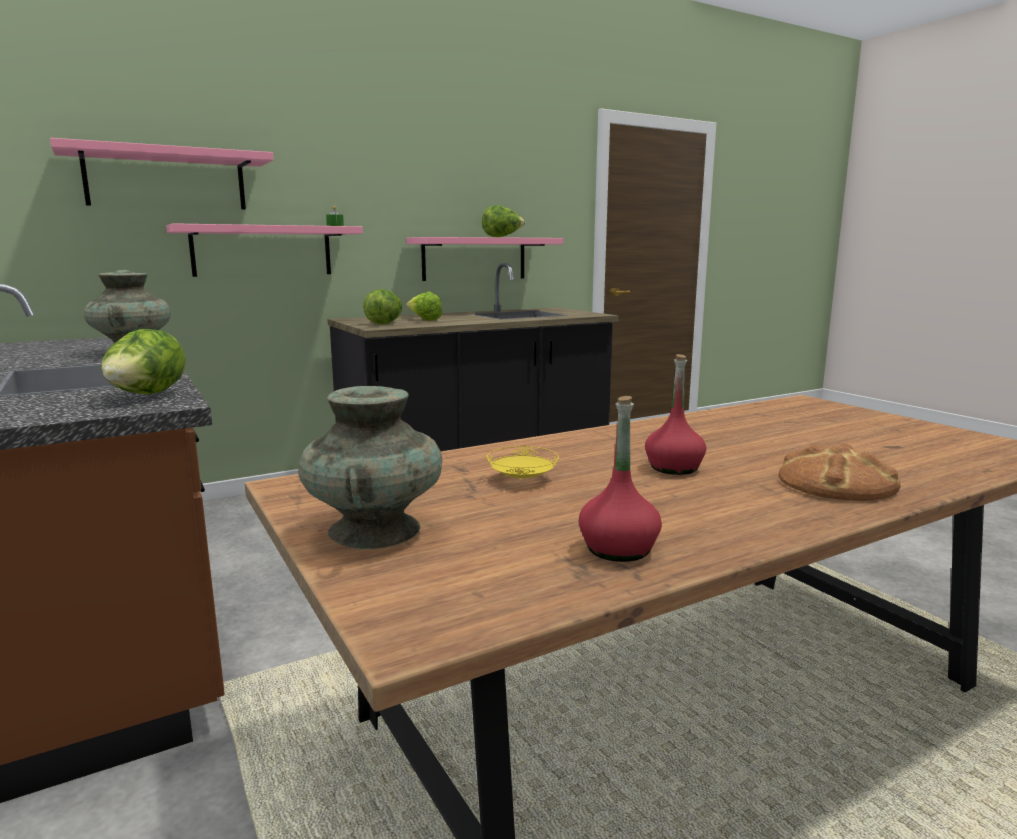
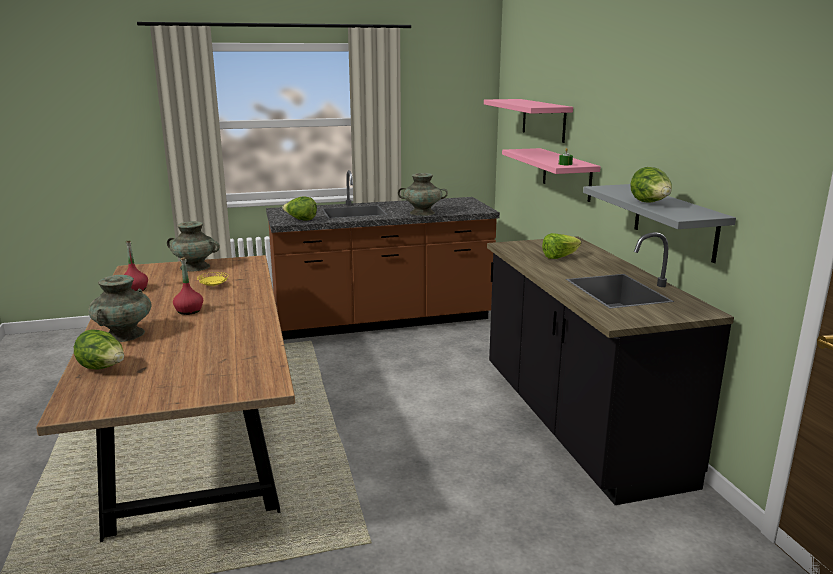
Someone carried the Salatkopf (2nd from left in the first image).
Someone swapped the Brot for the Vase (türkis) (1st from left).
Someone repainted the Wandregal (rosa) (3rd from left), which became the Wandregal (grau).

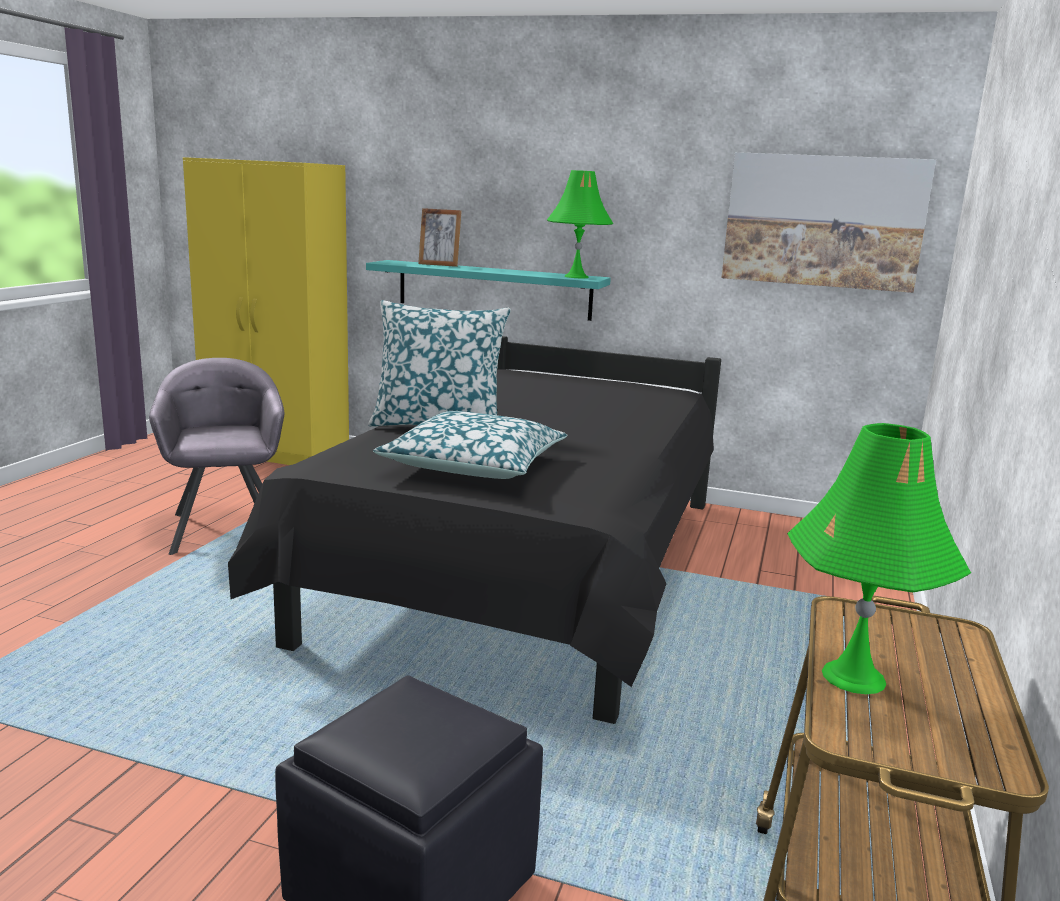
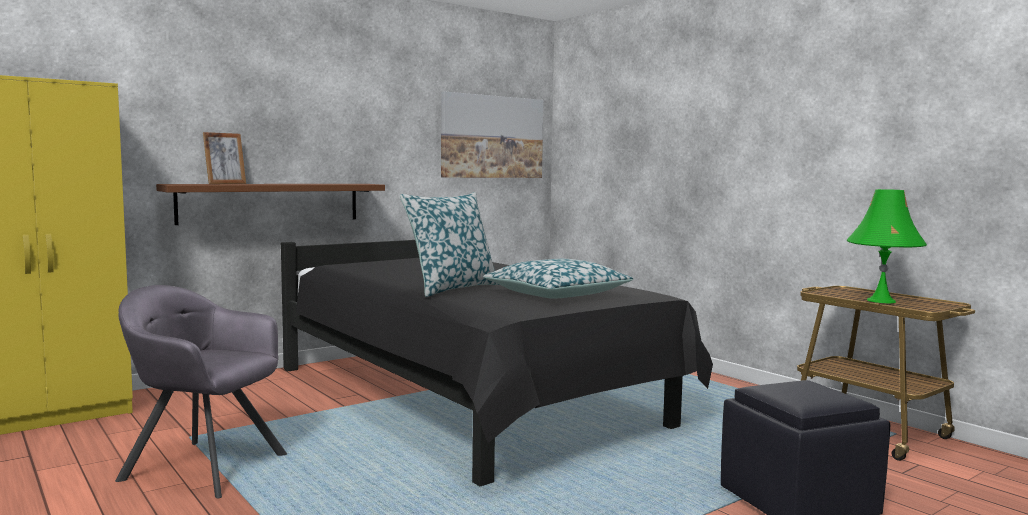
Someone took away the Tischlampe (grün) (1st from left).
Someone repainted the Wandregal (türkis), which became the Wandregal (braun).

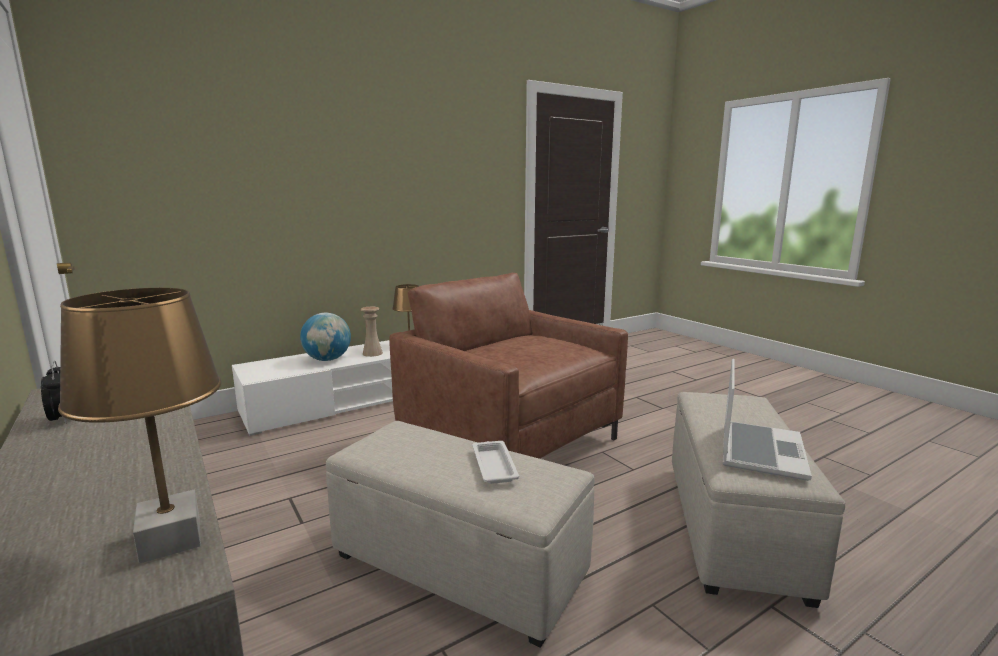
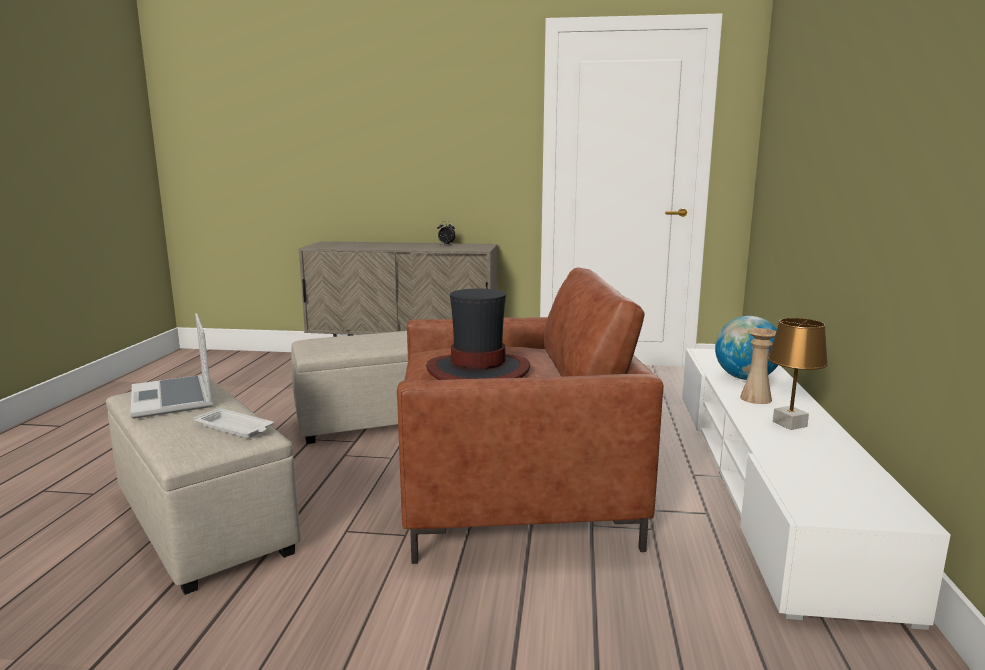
Someone took away the Tischlampe (braun) (1st from left).
Someone put down the Hut.
Someone carried the Tablett (weiß).

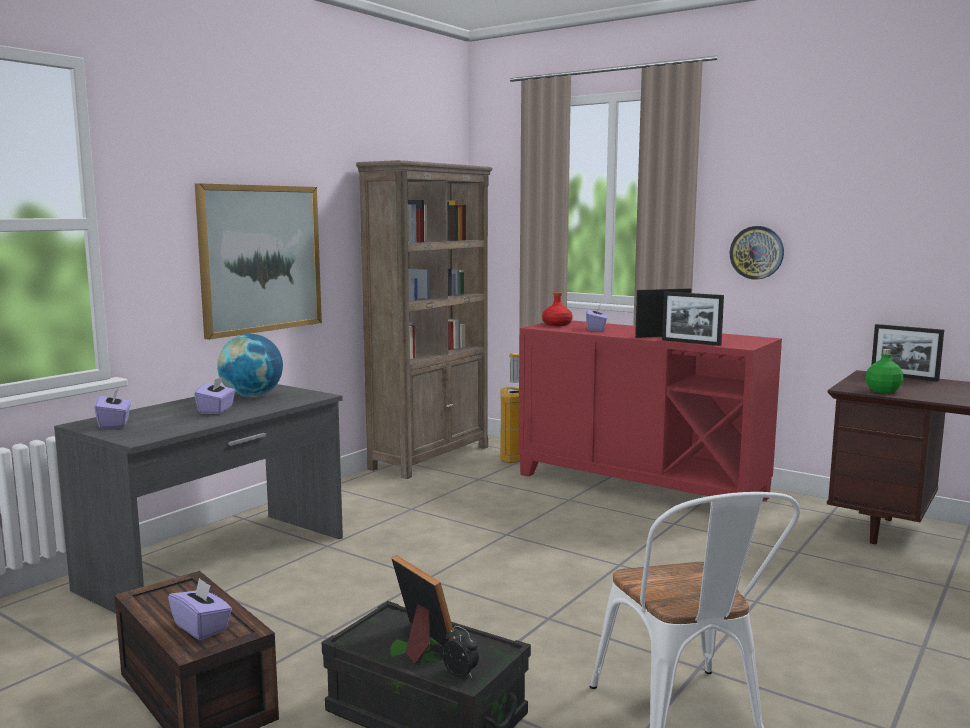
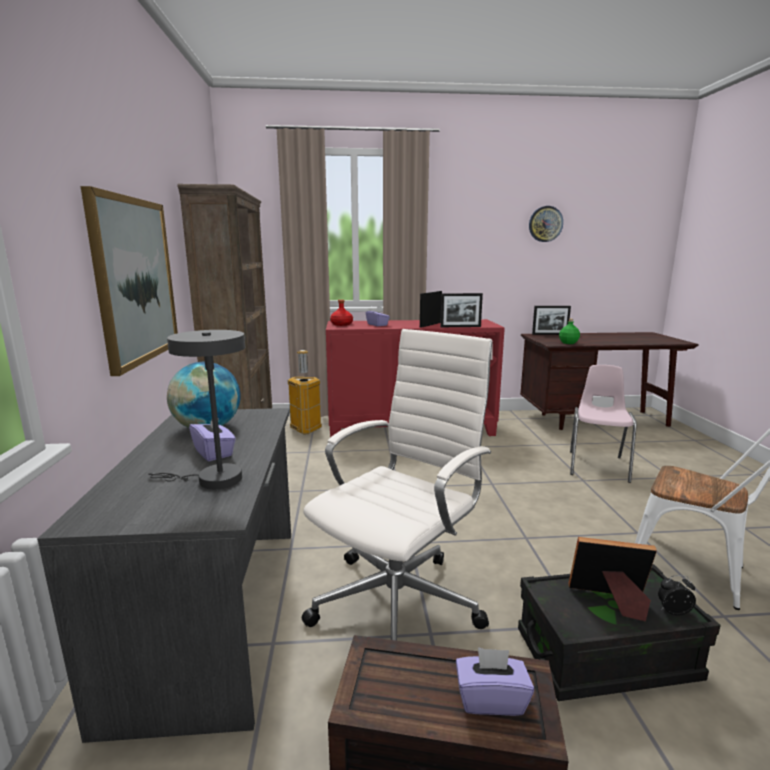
Someone took away the Taschentuchbox (lila) (1st from left).
Someone put down the Tischlampe (grau).
Someone put down the Bürostuhl (weiß).
Someone put down the Stuhl (rosa).
Someone carried the Wanduhr.

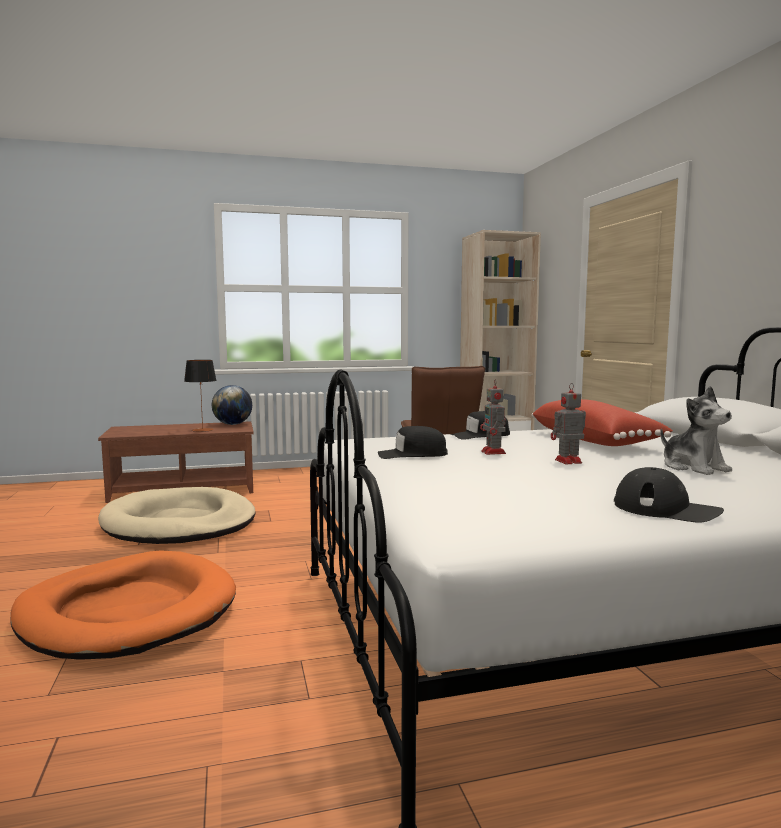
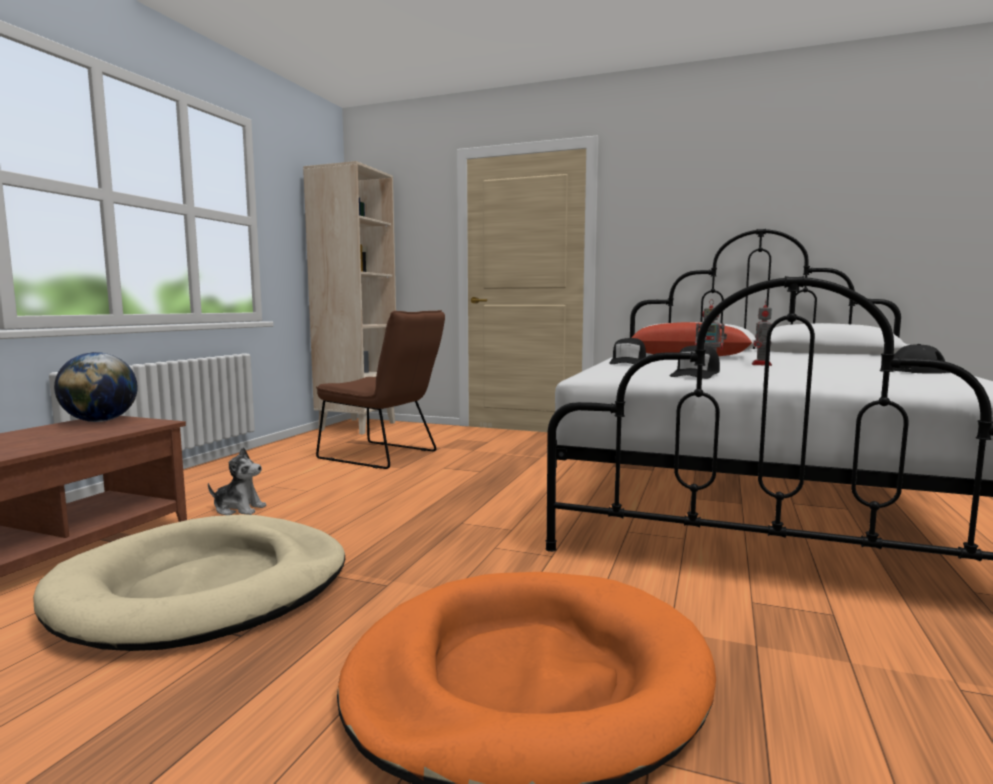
Someone took away the Tischlampe.
Someone carried the Plüschtier.

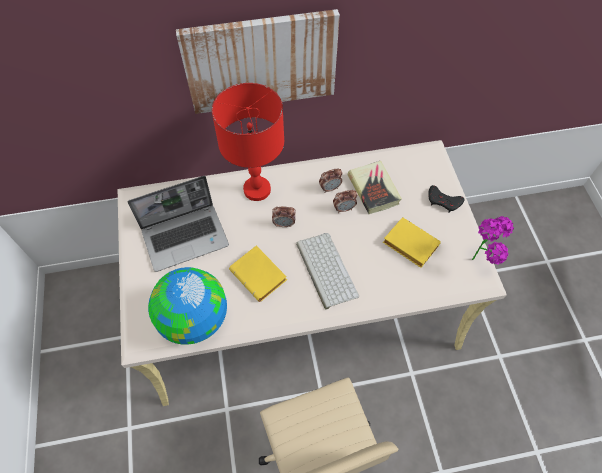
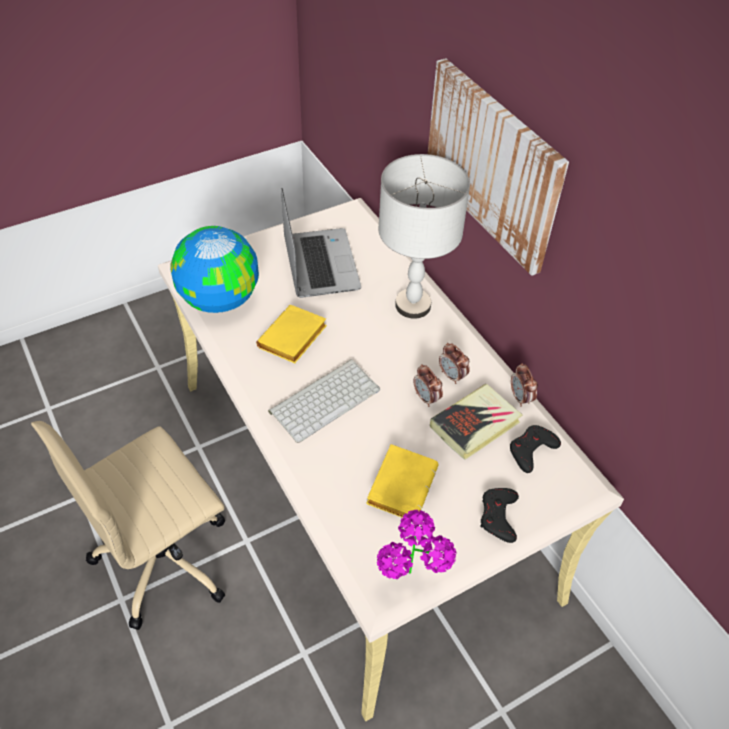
Someone put down the Gamepad (schwarz) (2nd from left).
Someone carried the Wecker (1st from left in the first image).
Someone repainted the Tischlampe (rot), which became the Tischlampe (grau).
Someone rotated the Laptop by 150 degrees counterclockwise.

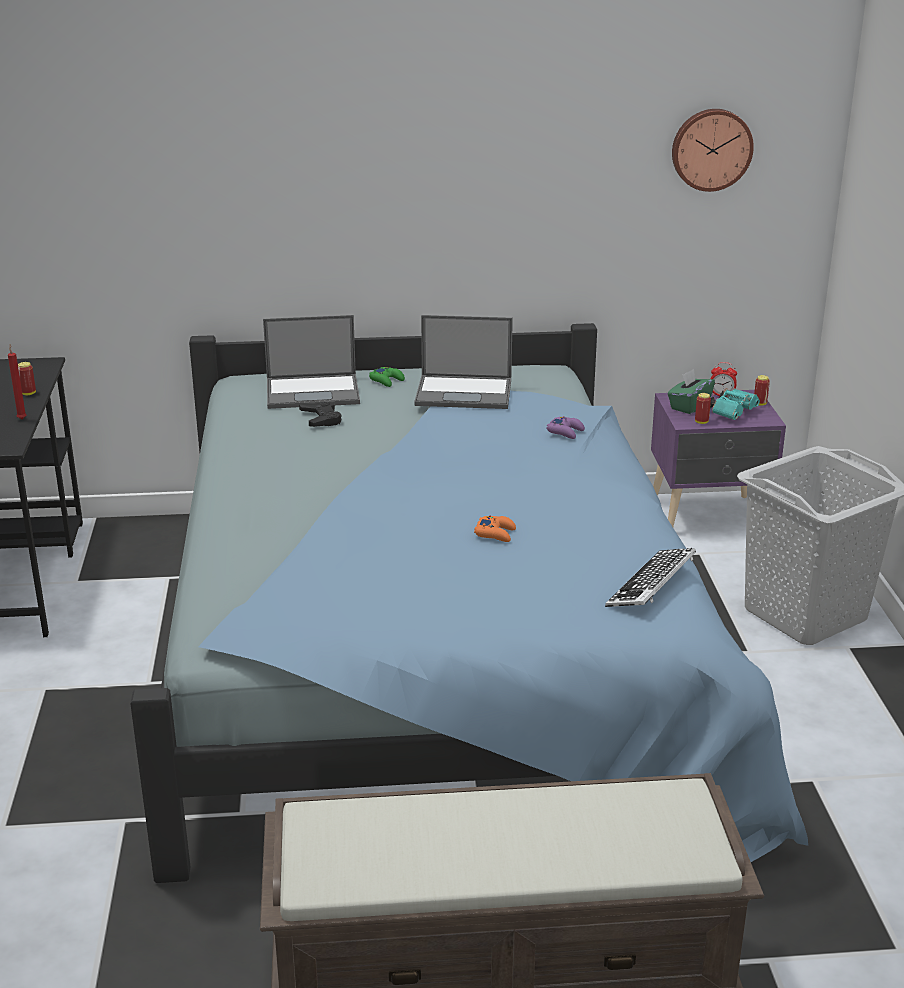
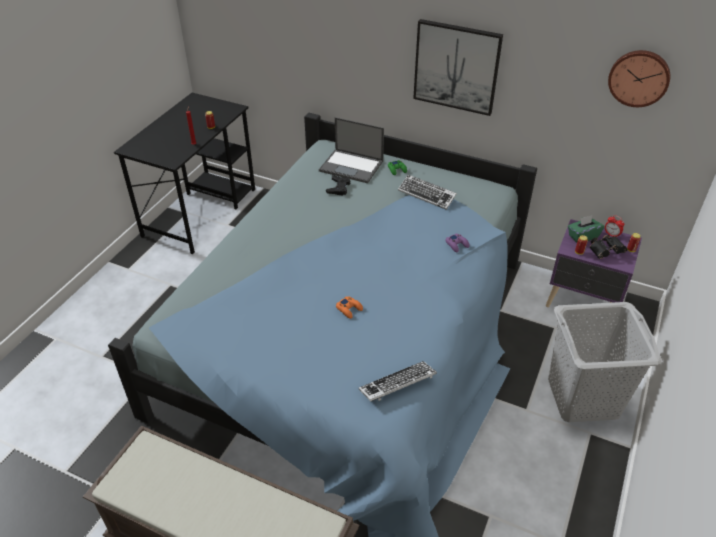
Someone put up the Bild.
Someone swapped the Laptop (2nd from left) for the Tastatur (2nd from left).
Someone repainted the Fernglas (türkis), which became the Fernglas (schwarz).

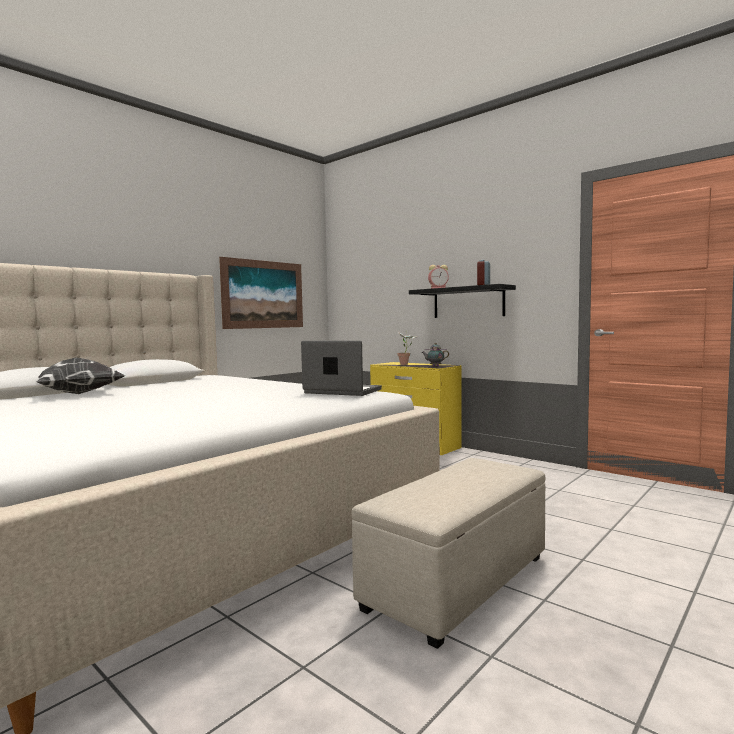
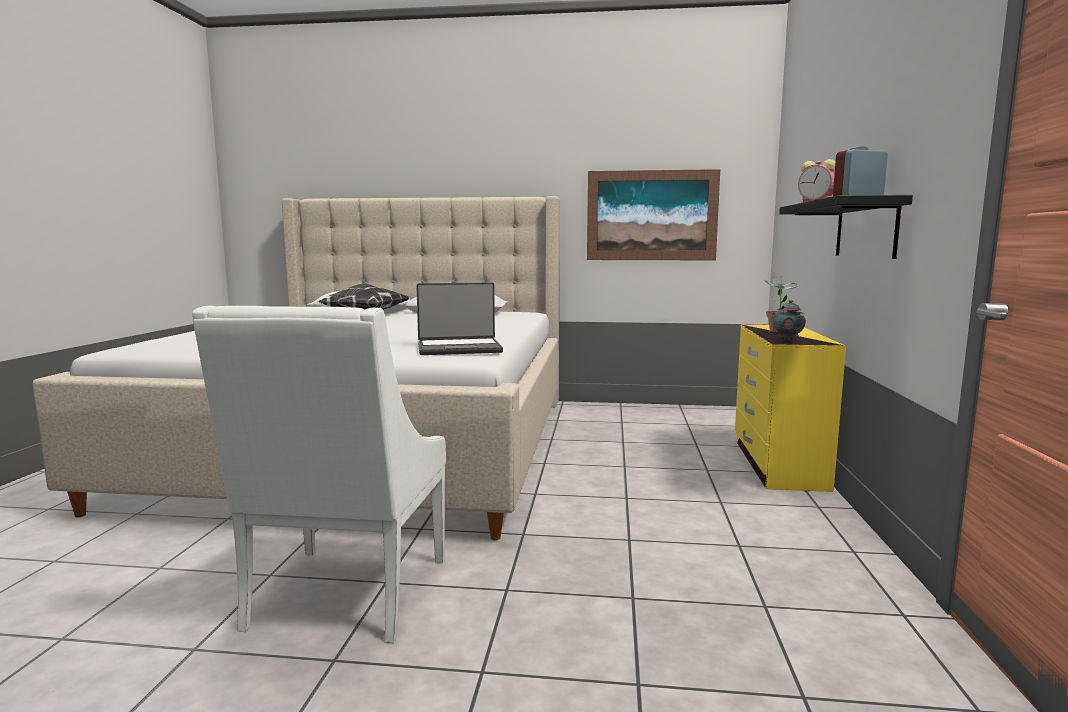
Someone swapped the Polsterhocker (beige) for the Sessel (weiß).
Someone rotated the Laptop by 90 degrees clockwise.

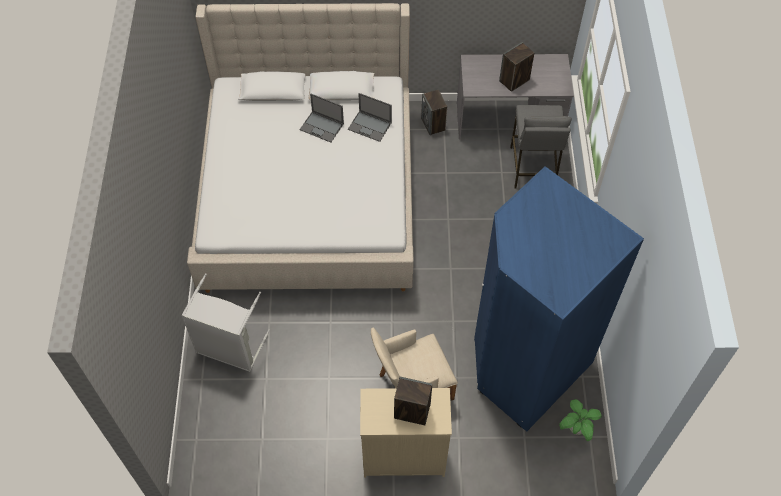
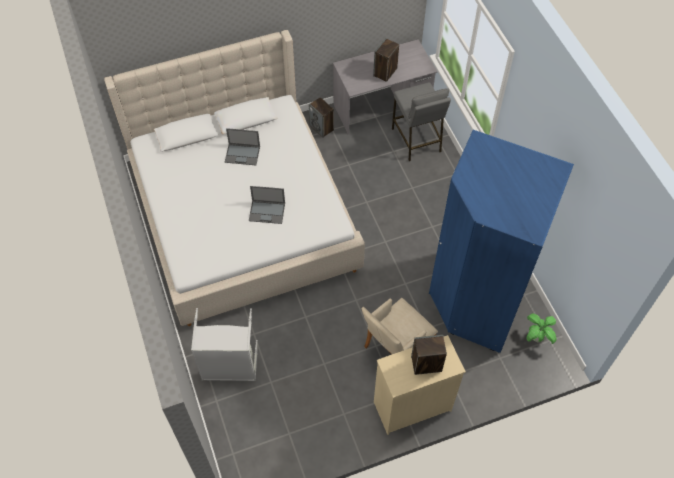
Someone carried the Laptop (2nd from left).

